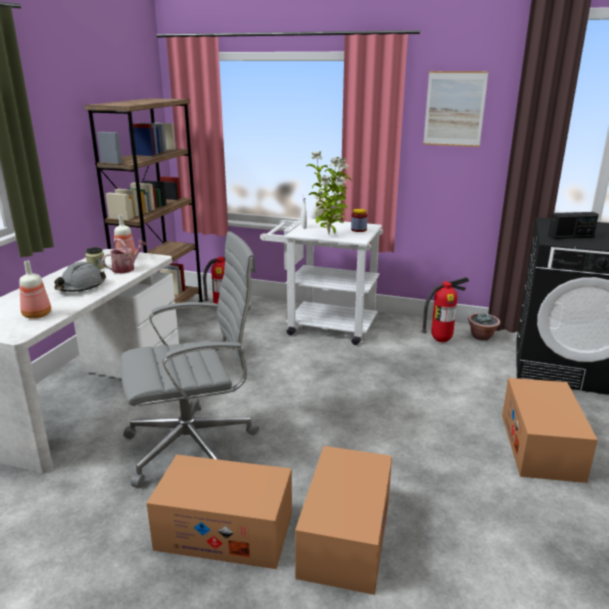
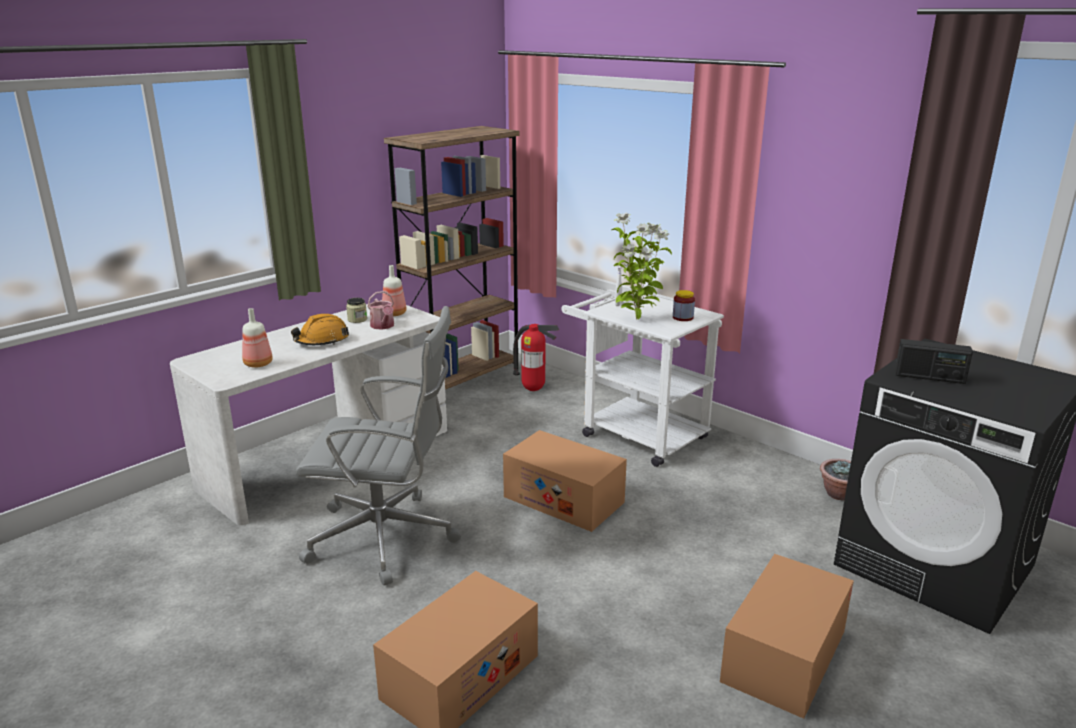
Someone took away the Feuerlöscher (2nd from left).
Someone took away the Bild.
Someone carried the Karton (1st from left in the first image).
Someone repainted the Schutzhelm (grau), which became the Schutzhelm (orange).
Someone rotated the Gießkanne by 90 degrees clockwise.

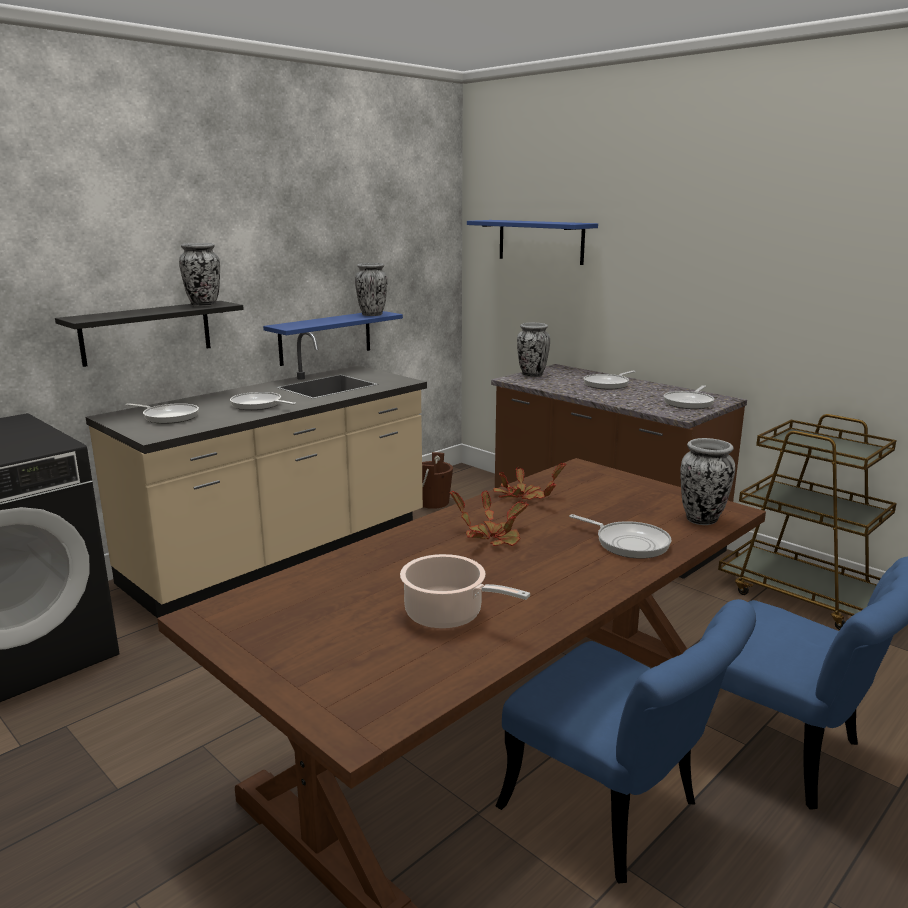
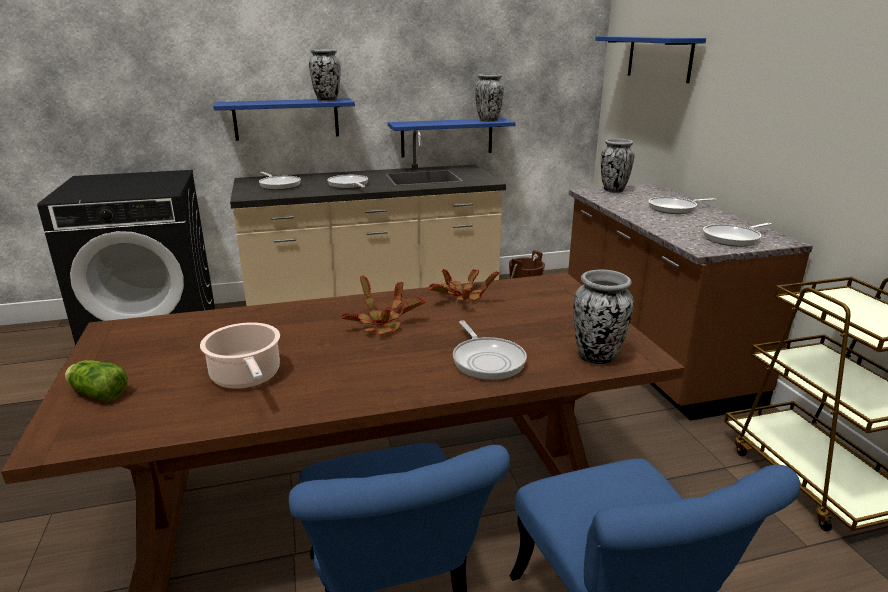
Someone put down the Salatkopf.
Someone repainted the Wandregal (schwarz), which became the Wandregal (blau) (1st from left).

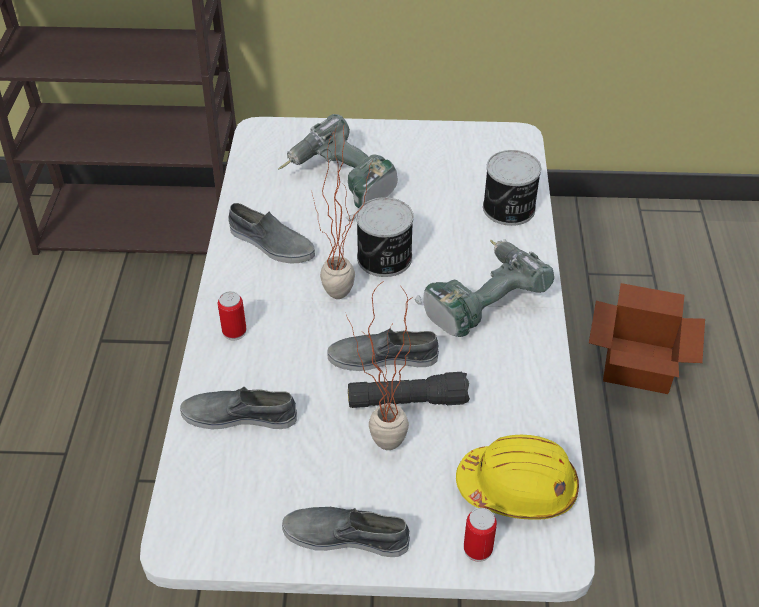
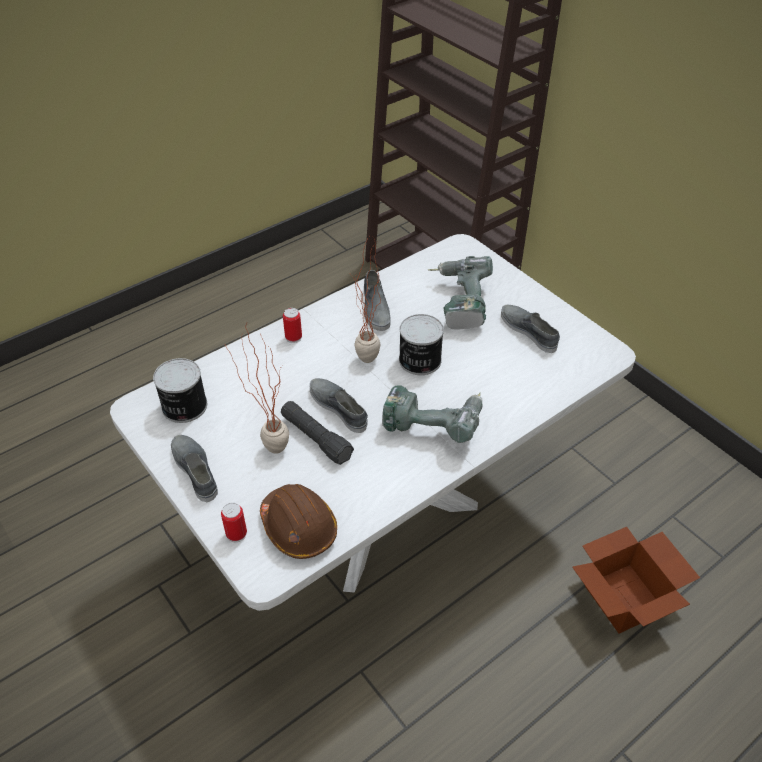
Someone carried the Schuh (grau) (1st from left in the first image).
Someone carried the Dose (4th from left in the first image).
Someone repainted the Schutzhelm (gelb), which became the Schutzhelm (braun).

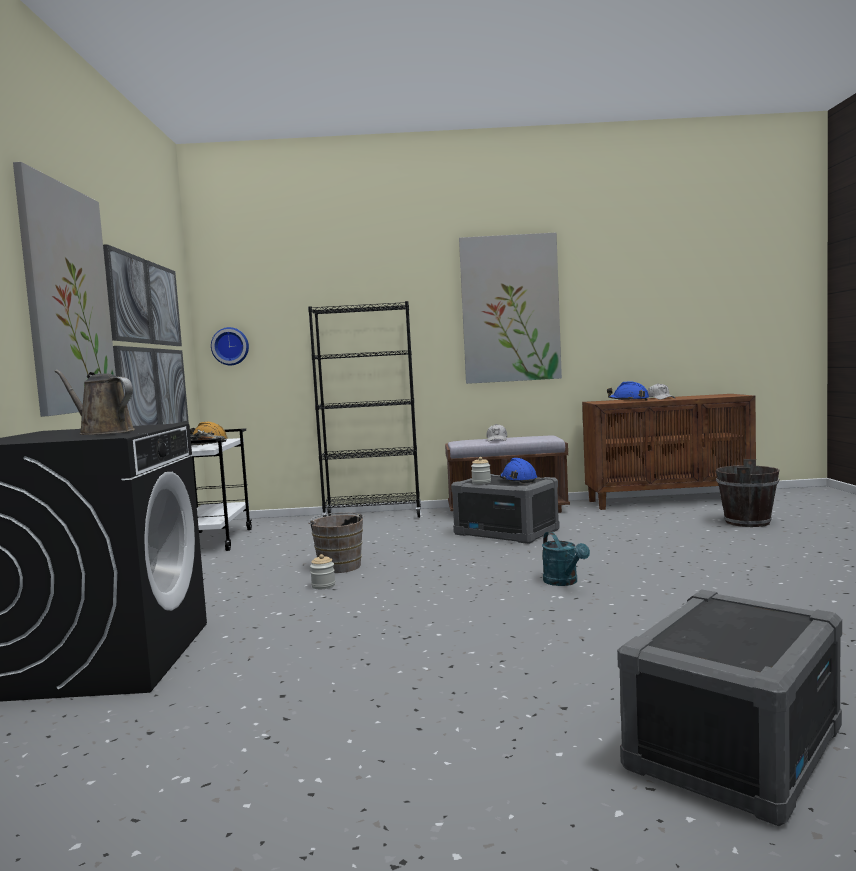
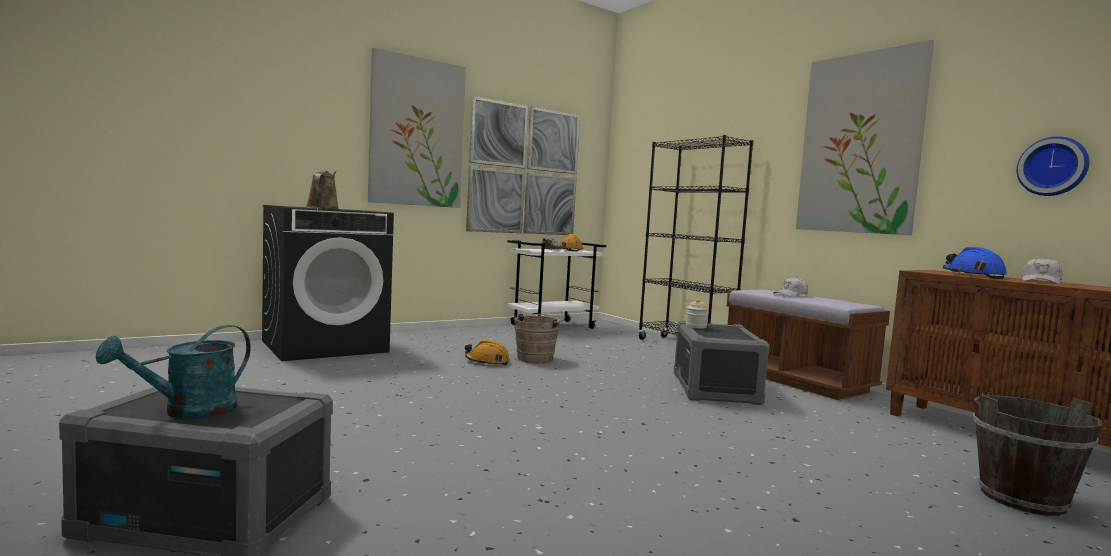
Someone took away the Schutzhelm (blau) (1st from left).
Someone carried the Wanduhr.
Someone carried the Gießkanne (türkis).
Someone swapped the Vorratsglas (1st from left) for the Schutzhelm (orange) (1st from left).

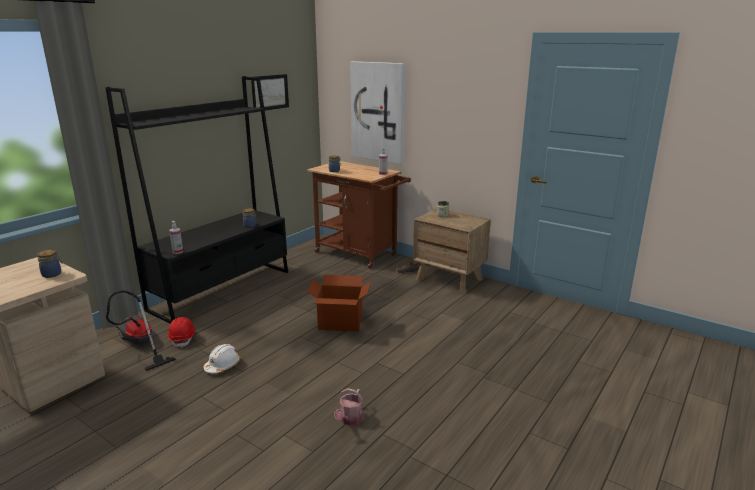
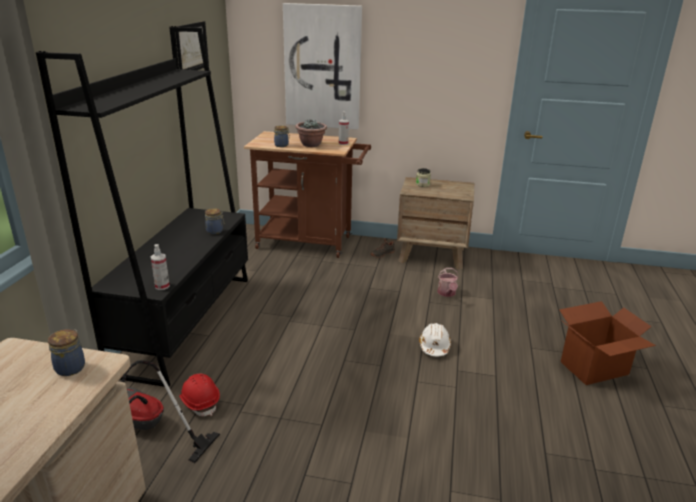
Someone put down the Topfpflanze.
Someone carried the Schutzhelm (weiß).
Someone carried the Karton.
Someone carried the Gießkanne.

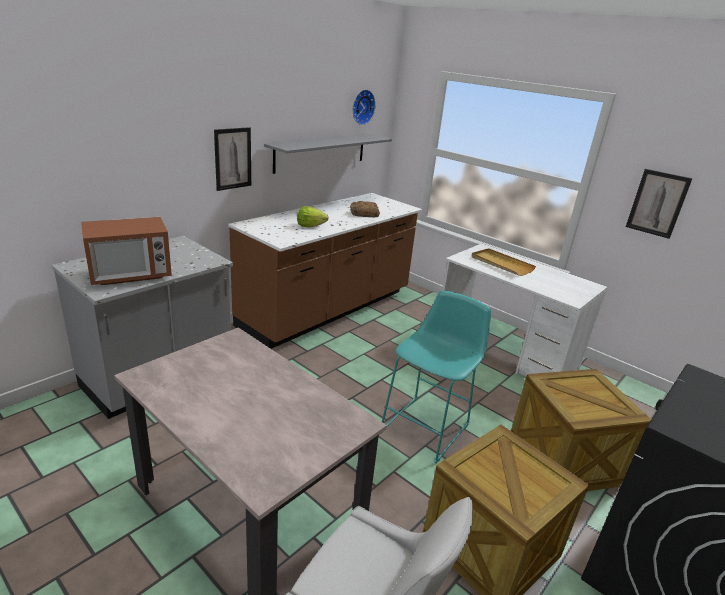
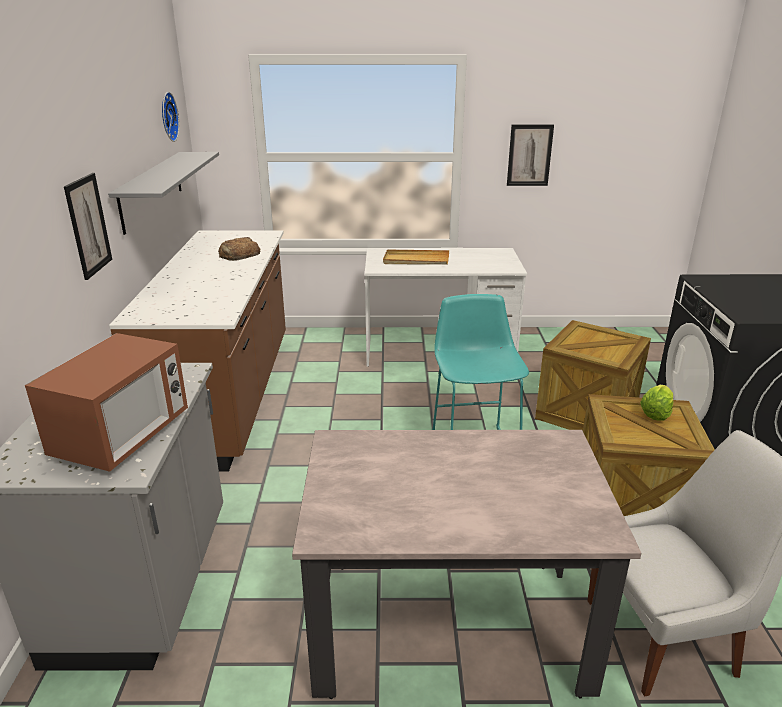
Someone carried the Salatkopf.

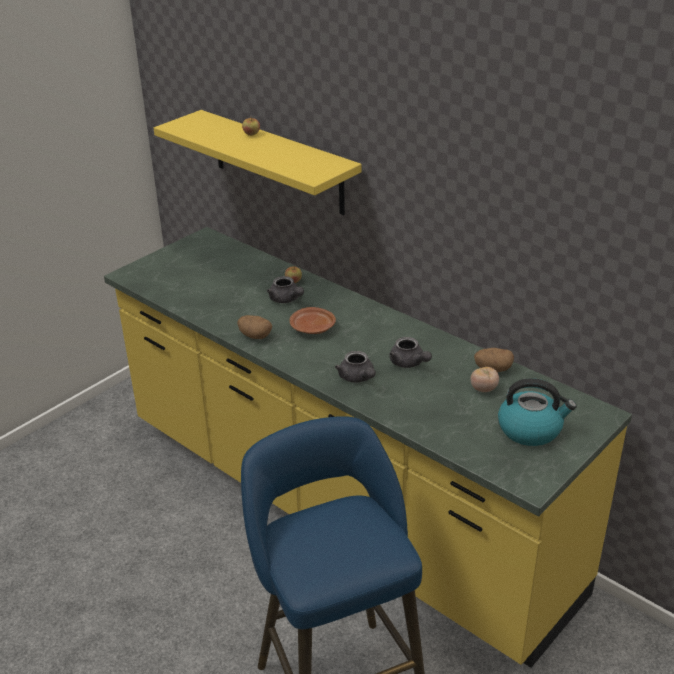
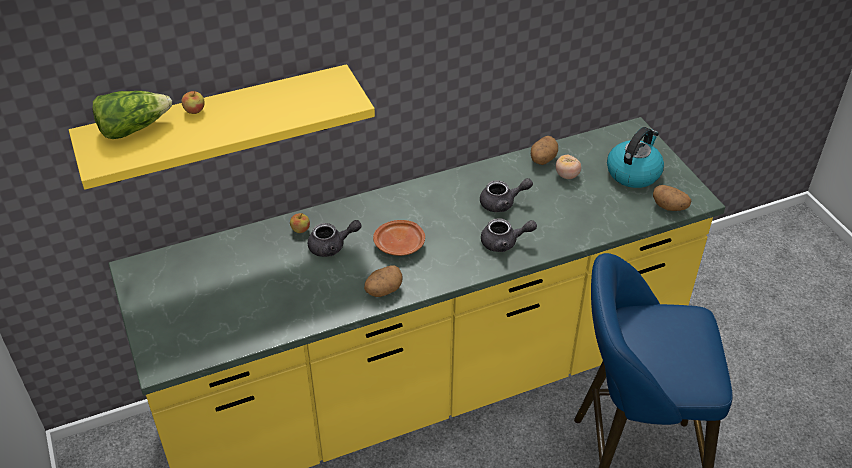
Someone put down the Salatkopf.
Someone put down the Kartoffel (3rd from left).

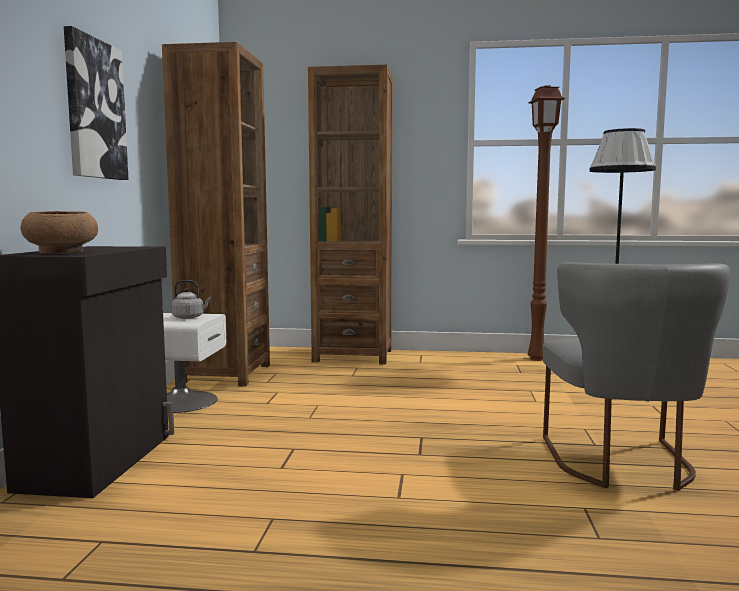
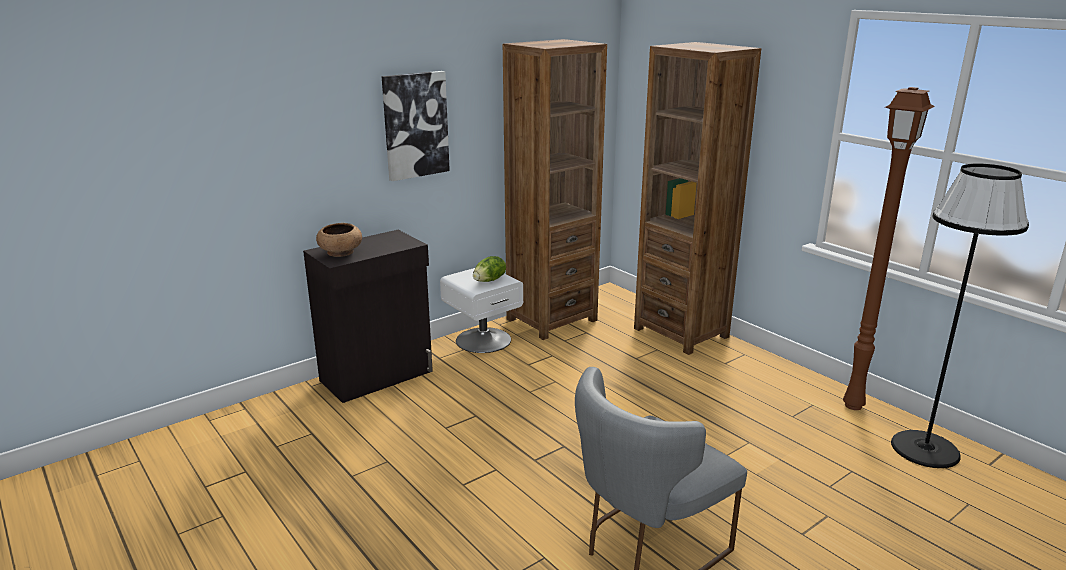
Someone swapped the Wasserkessel (grau) for the Salatkopf.

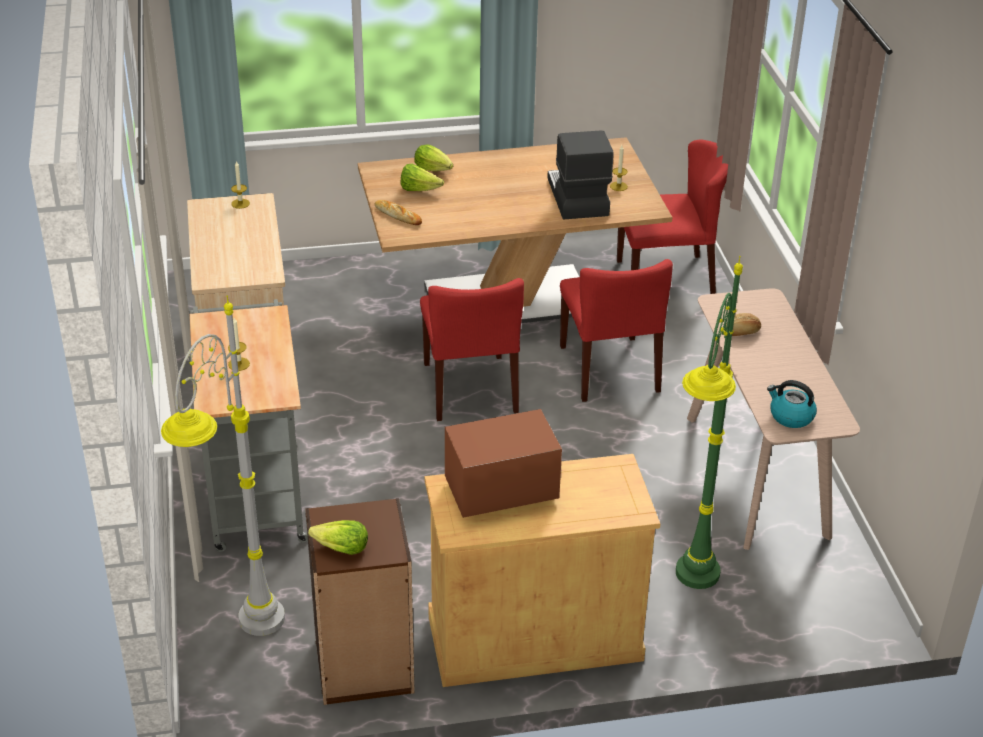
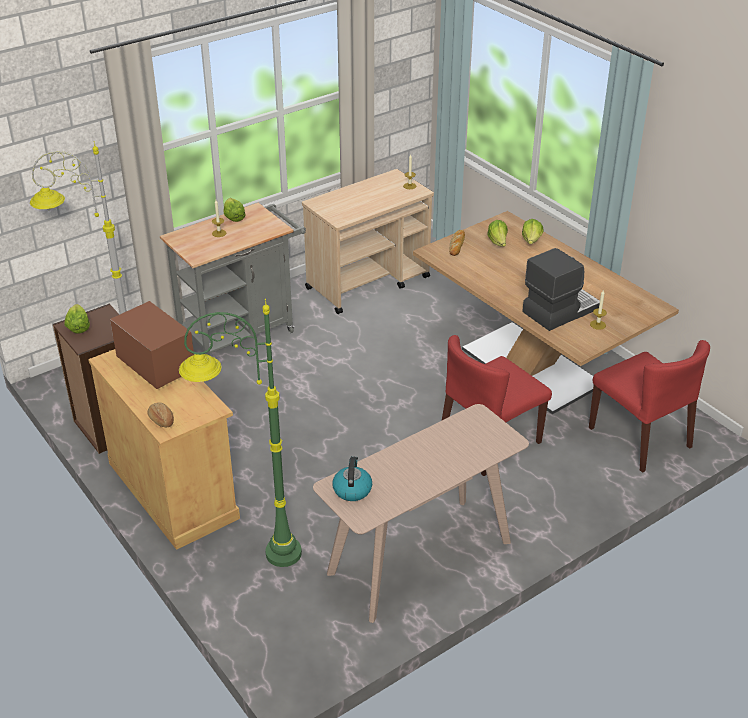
Someone took away the Stuhl (rot) (1st from left).
Someone put down the Salatkopf (2nd from left).
Someone carried the Brot (2nd from left in the first image).

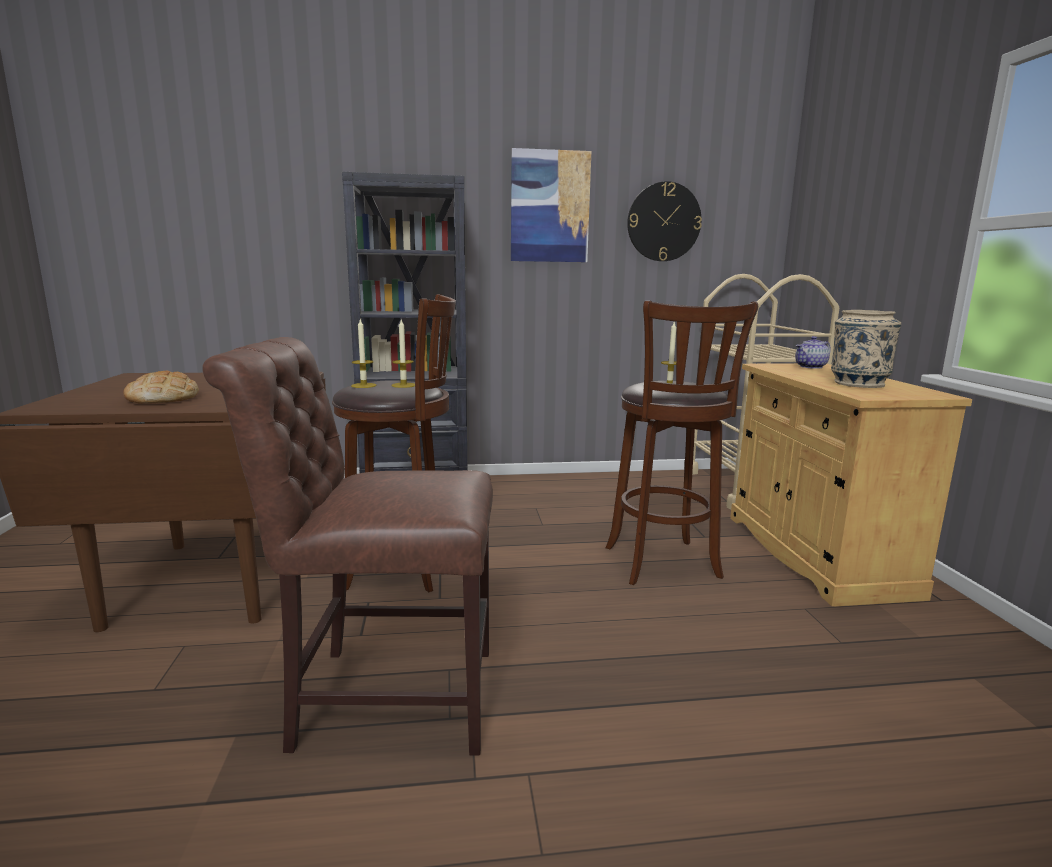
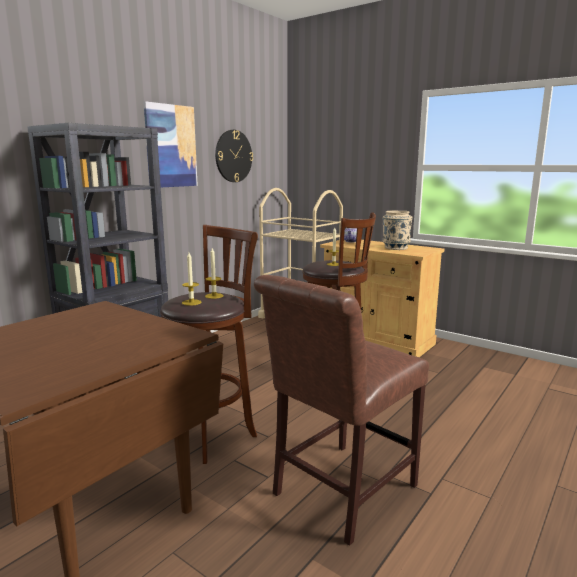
Someone took away the Brot.

